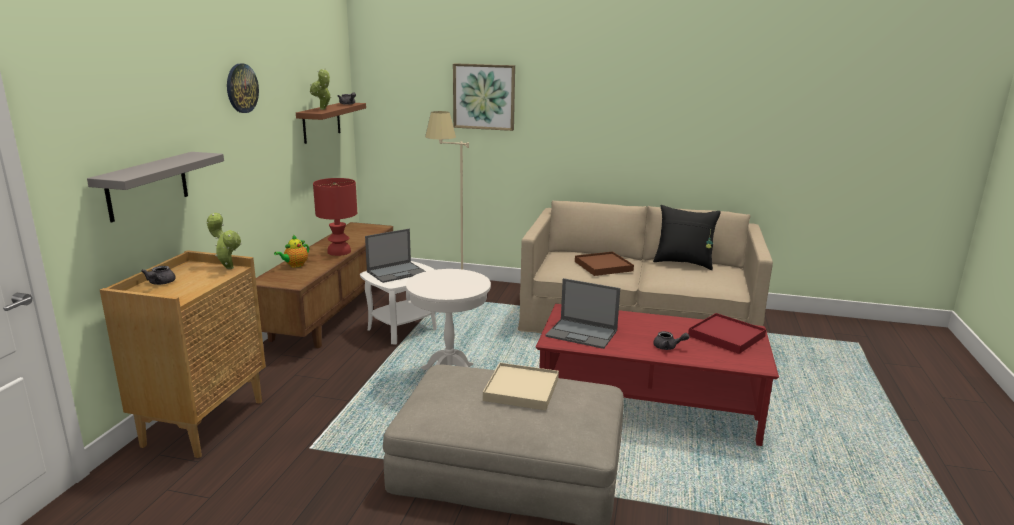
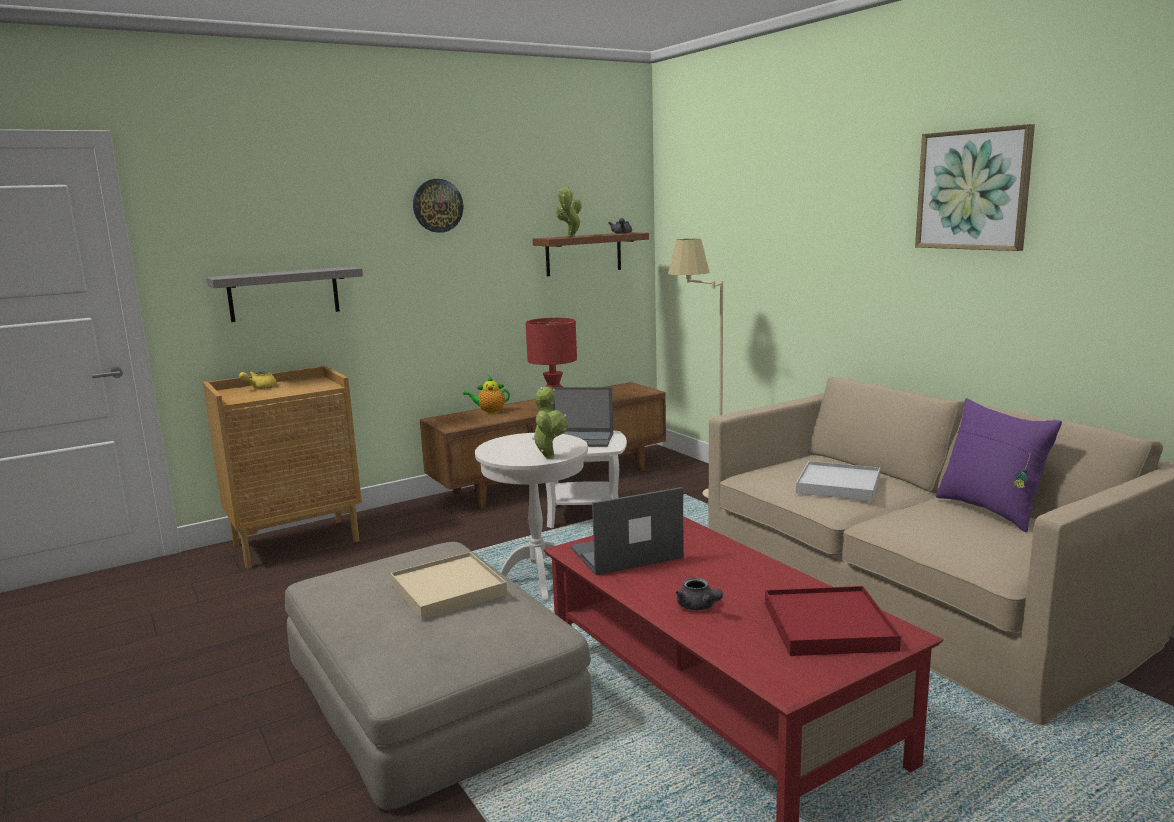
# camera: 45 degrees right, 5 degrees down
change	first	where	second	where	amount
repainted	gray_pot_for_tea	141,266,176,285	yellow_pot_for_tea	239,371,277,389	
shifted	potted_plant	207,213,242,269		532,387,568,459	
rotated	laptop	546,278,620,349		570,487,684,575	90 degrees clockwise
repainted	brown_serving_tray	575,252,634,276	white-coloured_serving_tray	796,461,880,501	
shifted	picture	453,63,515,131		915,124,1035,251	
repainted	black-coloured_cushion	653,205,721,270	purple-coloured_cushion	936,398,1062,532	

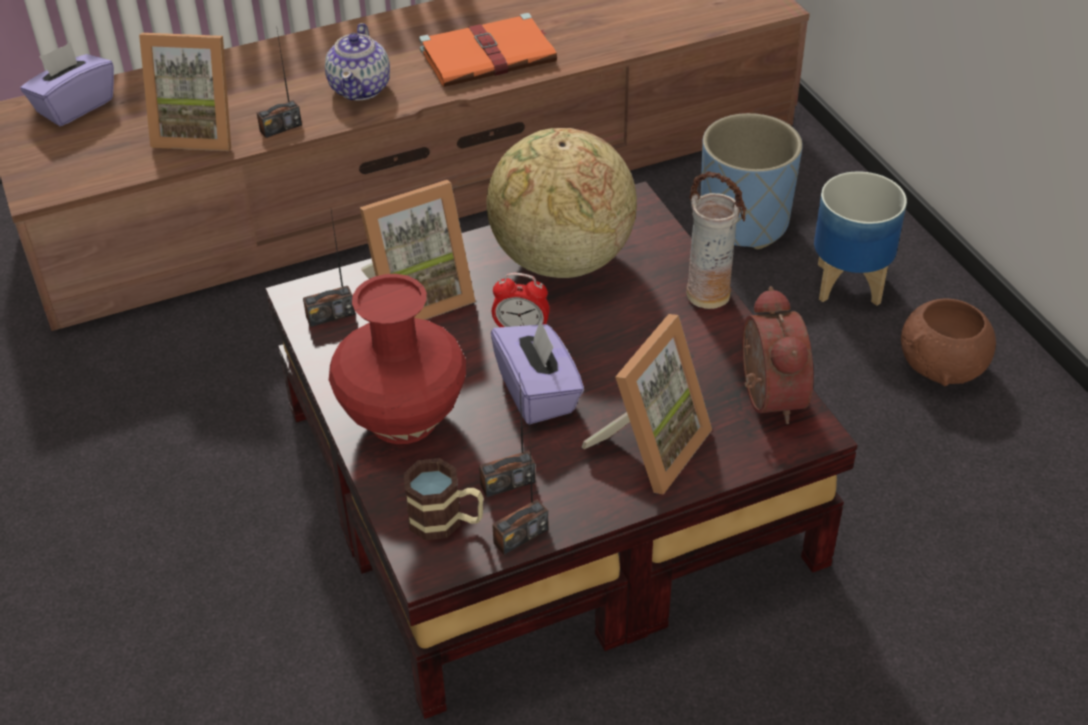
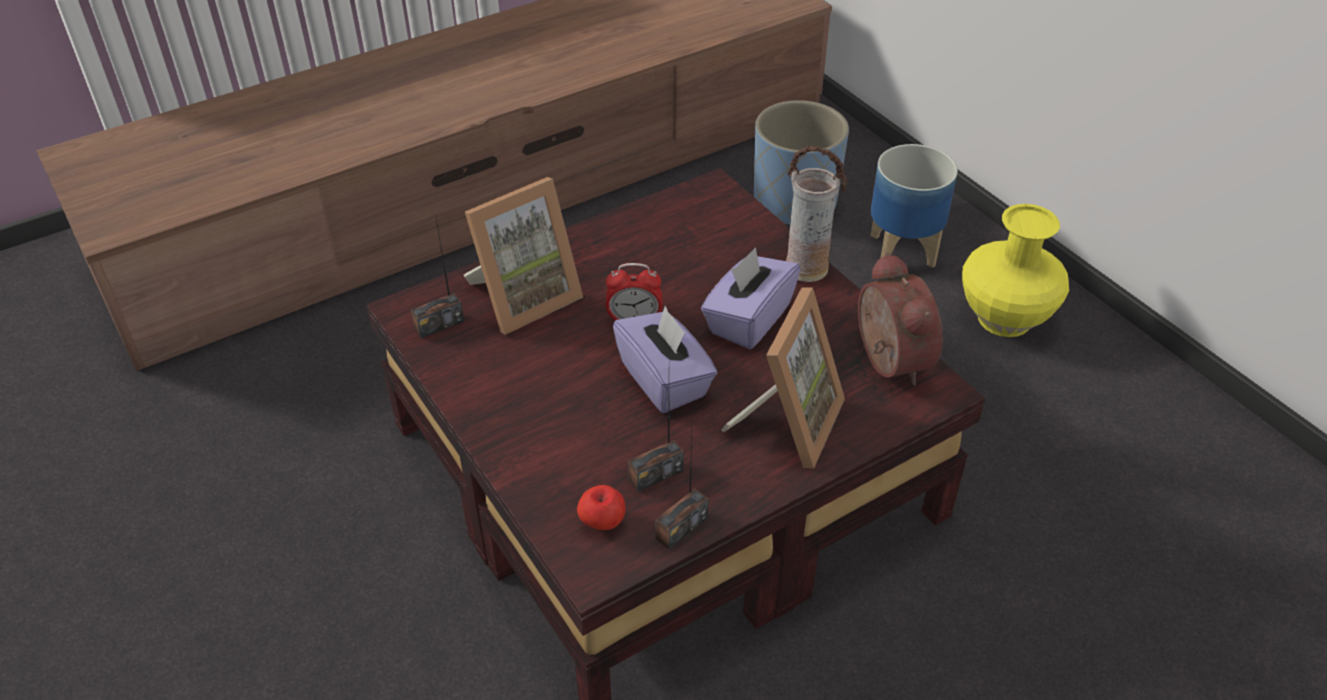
# camera: 10 degrees left, 0 degrees up
change	first	where	second	where	amount
swapped	tea_mug	404,458,484,540	whole_apple	577,485,626,530	
shifted	purple-coloured_tissue_holder	20,42,114,126		701,247,800,349	
swapped	brown_serving_bowl	901,299,996,386	yellow_flower_vase	962,204,1069,337	
gone	standing_frame	139,33,231,151			
gone	radio_receiver	257,30,302,138			
gone	pot_for_tea	325,23,390,100			
gone	red_flower_vase	329,274,466,444			
gone	orange-coloured_bound_book	419,13,557,87			
gone	world_globe	487,128,637,278			

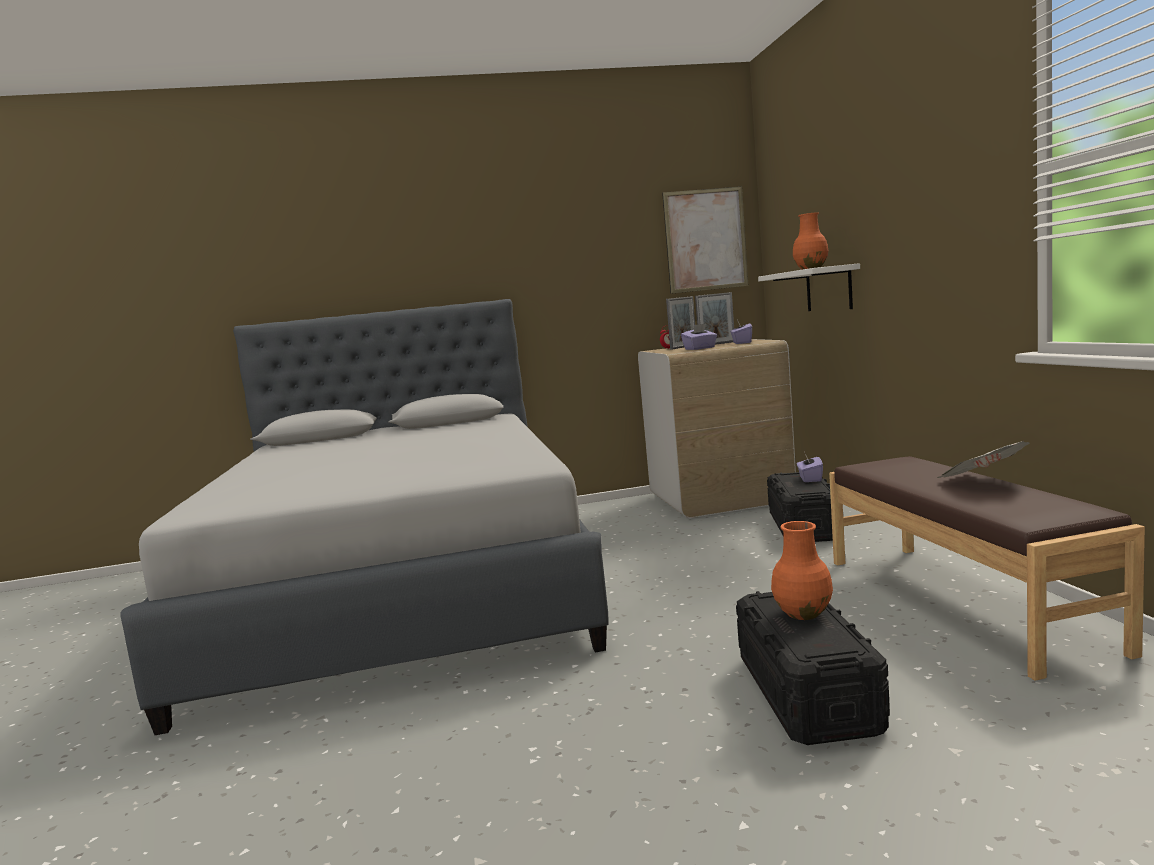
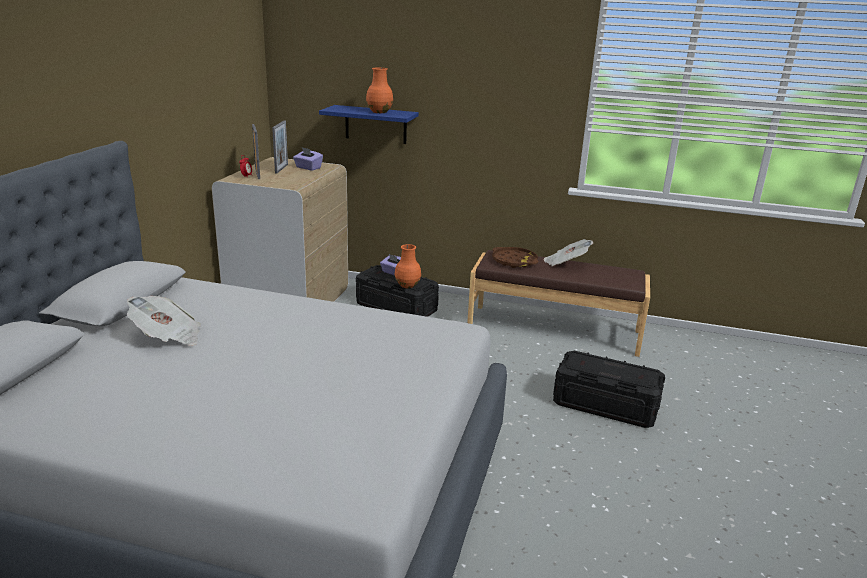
# camera: 65 degrees left, 15 degrees up
change	first	where	second	where	amount
new			printed_paper	127,296,201,346	
repainted	white-coloured_bracket_shelf	758,263,860,311	blue-coloured_bracket_shelf	319,105,419,144	
shifted	orange-coloured_flower_vase	771,521,833,620		395,244,421,288	
new			brown_serving_tray	492,247,538,268	
gone	picture	662,186,748,294			
gone	purple-coloured_tissue_holder	681,323,717,350			

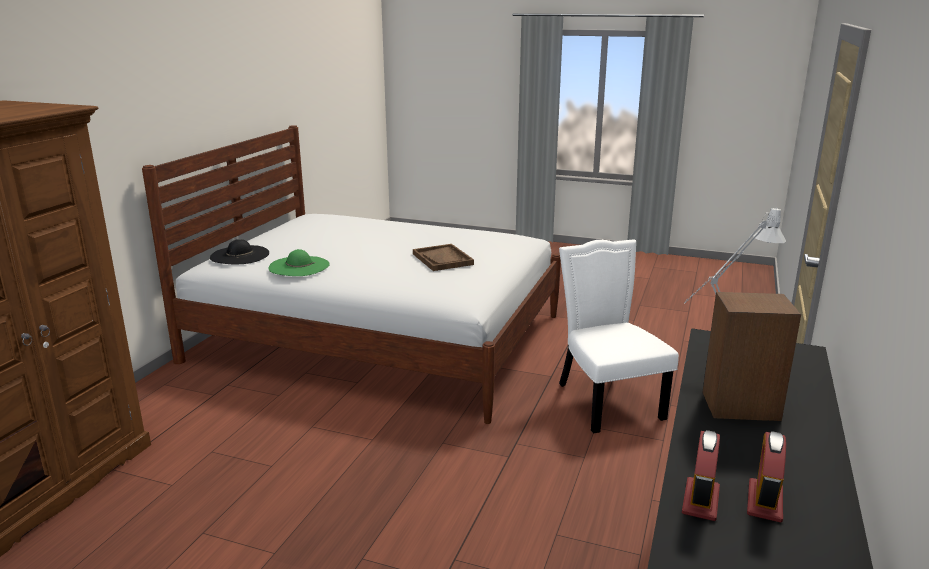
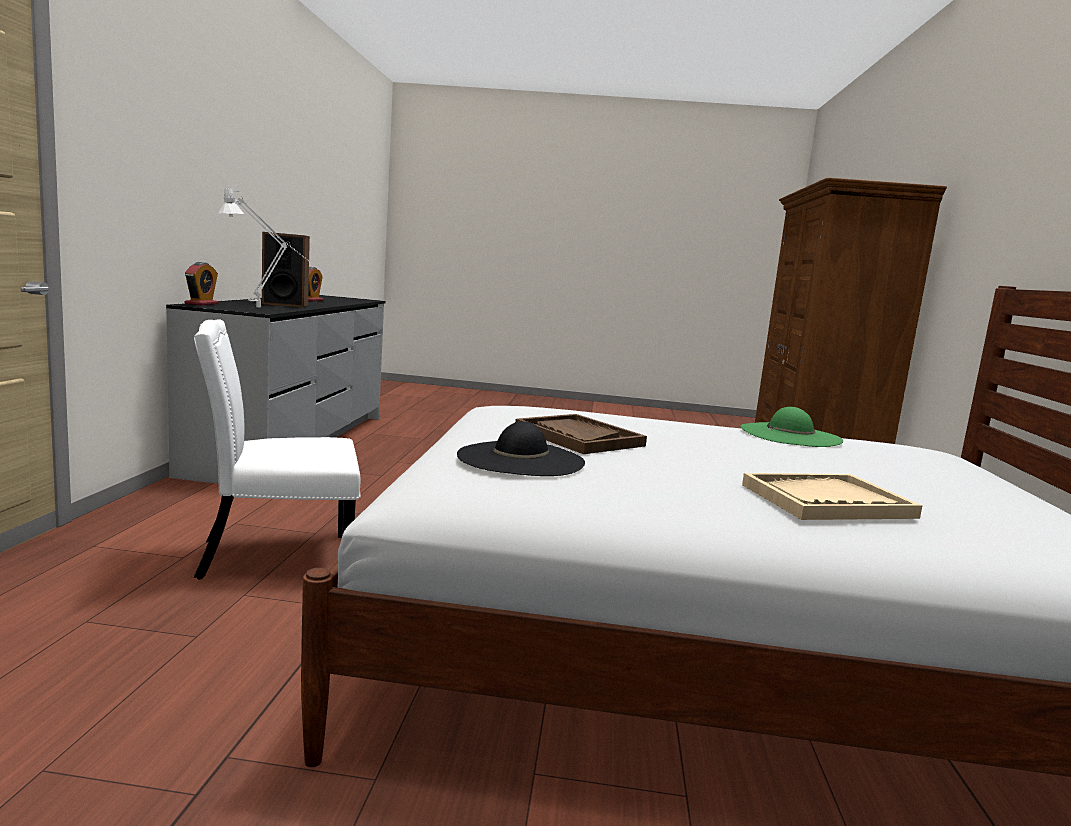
# camera: 165 degrees right, 10 degrees down
change	first	where	second	where	amount
shifted	alarm_clock	682,430,720,521		185,262,219,305	
rotated	white-coloured_upright_chair	559,239,679,433		194,319,361,579	105 degrees clockwise
shifted	black-coloured_clothing_hat	210,239,269,264		457,421,585,476	
new			beige-coloured_serving_tray	742,473,923,520	

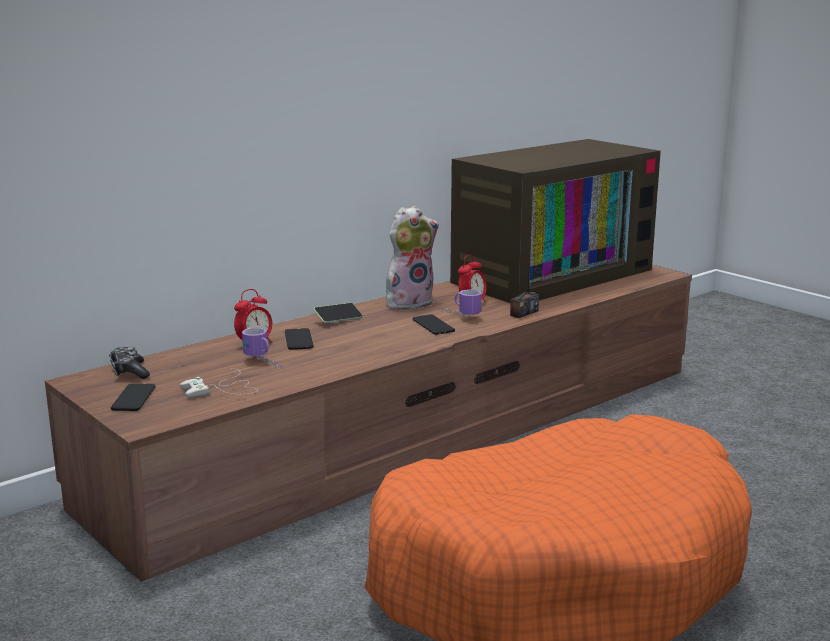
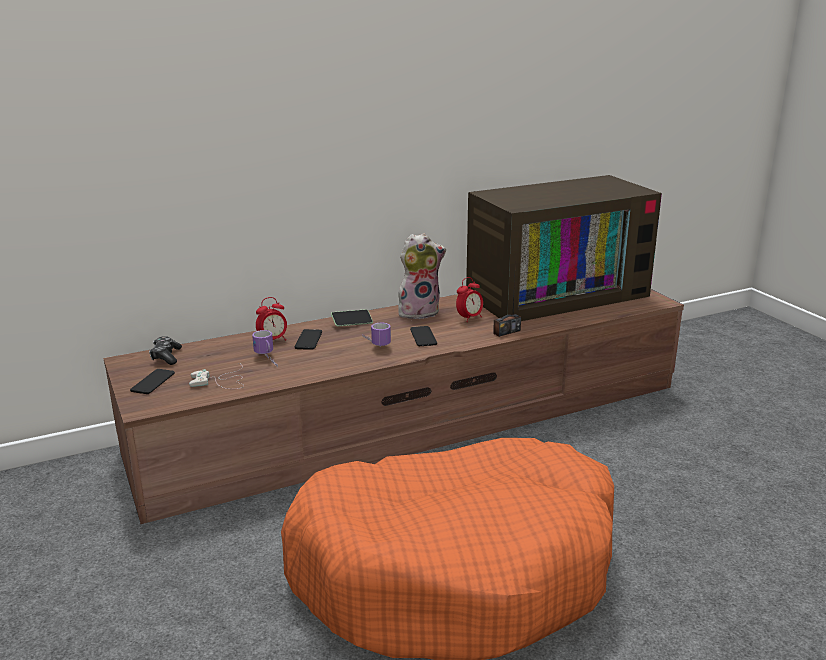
# camera: 15 degrees right, 5 degrees up
change	first	where	second	where	amount
shifted	tea_mug	439,289,482,317		362,323,391,347	

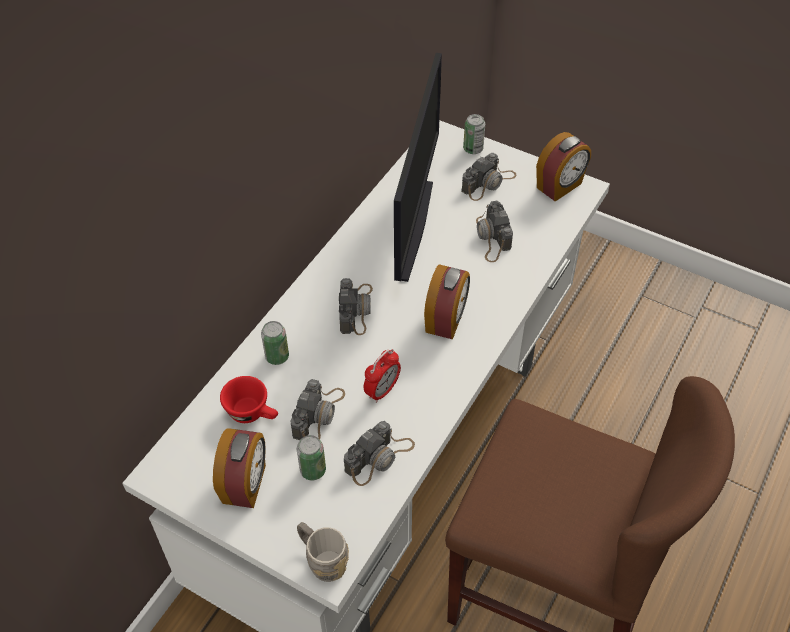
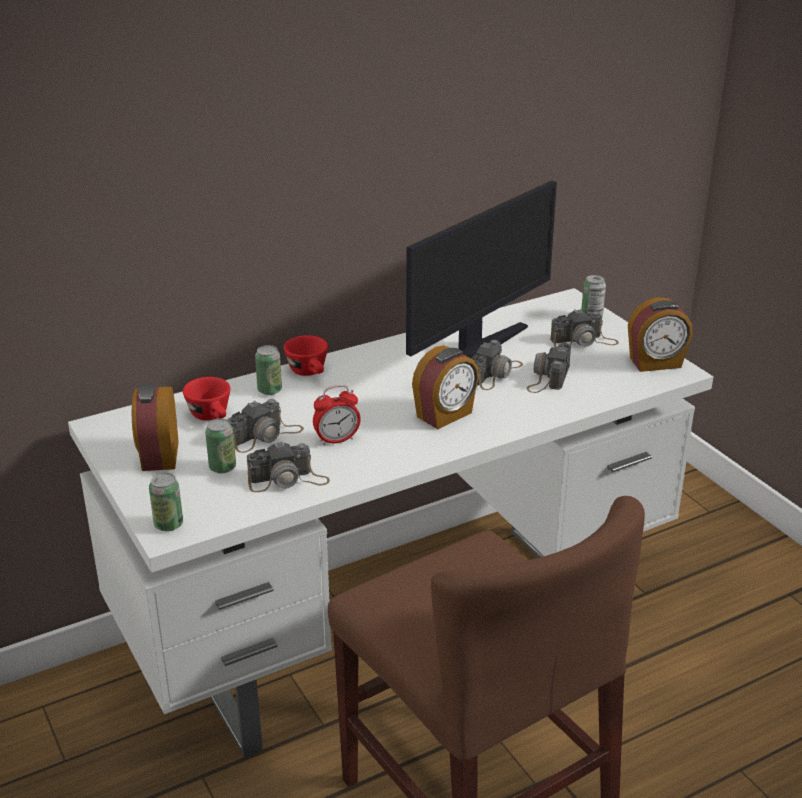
# camera: 30 degrees right, 20 degrees down
change	first	where	second	where	amount
rotated	alarm_clock	213,428,266,508		132,384,179,471	135 degrees clockwise
swapped	gray_tea_mug	297,522,349,582	metal_can	149,473,183,531	
new			red_small_cup	284,335,328,376	
shifted	photo_camera	339,278,373,335		471,340,523,390	

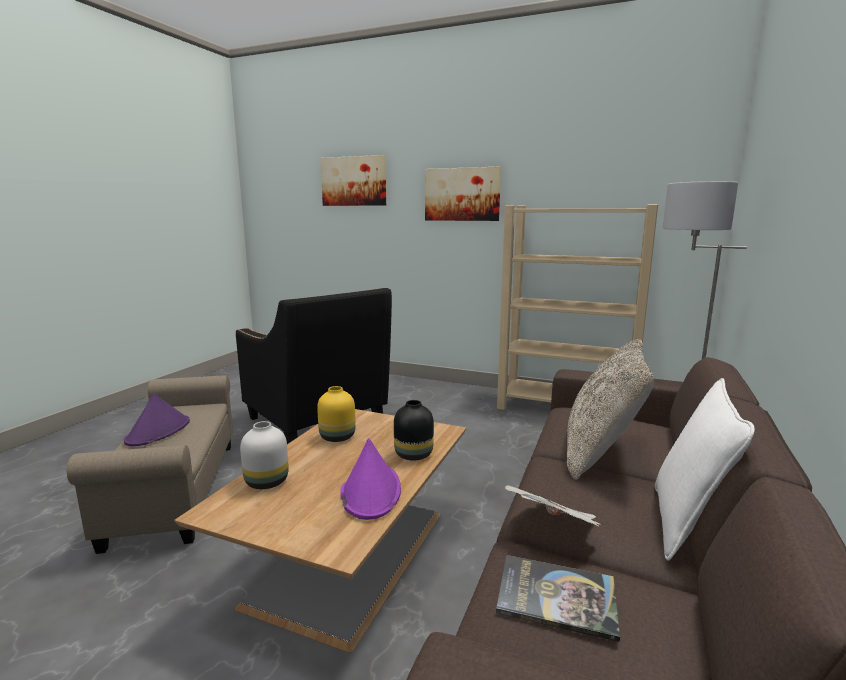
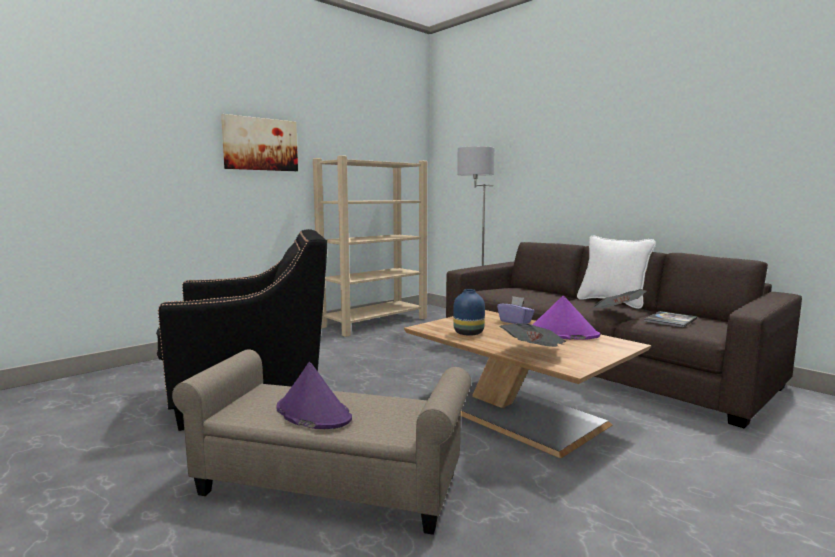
# camera: 65 degrees left, 5 degrees down
change	first	where	second	where	amount
repainted	yellow_flower_vase	317,386,356,442	blue-coloured_flower_vase	453,289,485,336	
swapped	black-coloured_flower_vase	394,400,434,461	purple-coloured_tissue_holder	497,296,535,324	
swapped	white-coloured_flower_vase	240,421,289,489	printed_paper	499,324,565,347	
gone	picture	320,155,386,206			
gone	beige-coloured_cushion	567,339,655,480			

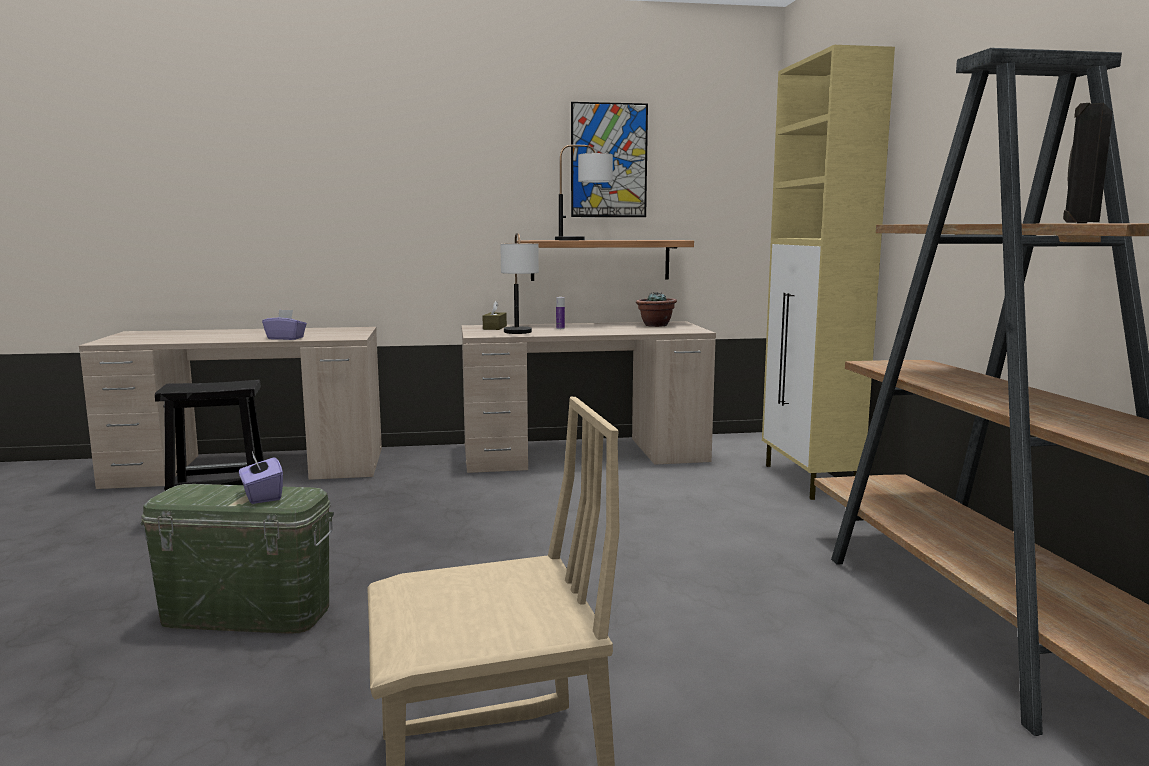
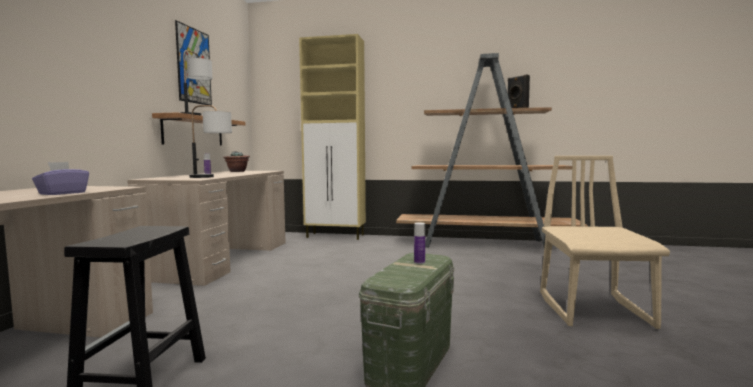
# camera: 70 degrees left, 5 degrees down
change	first	where	second	where	amount
swapped	purple-coloured_tissue_holder	239,451,283,504	bottle	414,223,425,264	
gone	brown_tissue_holder	483,301,507,330			

